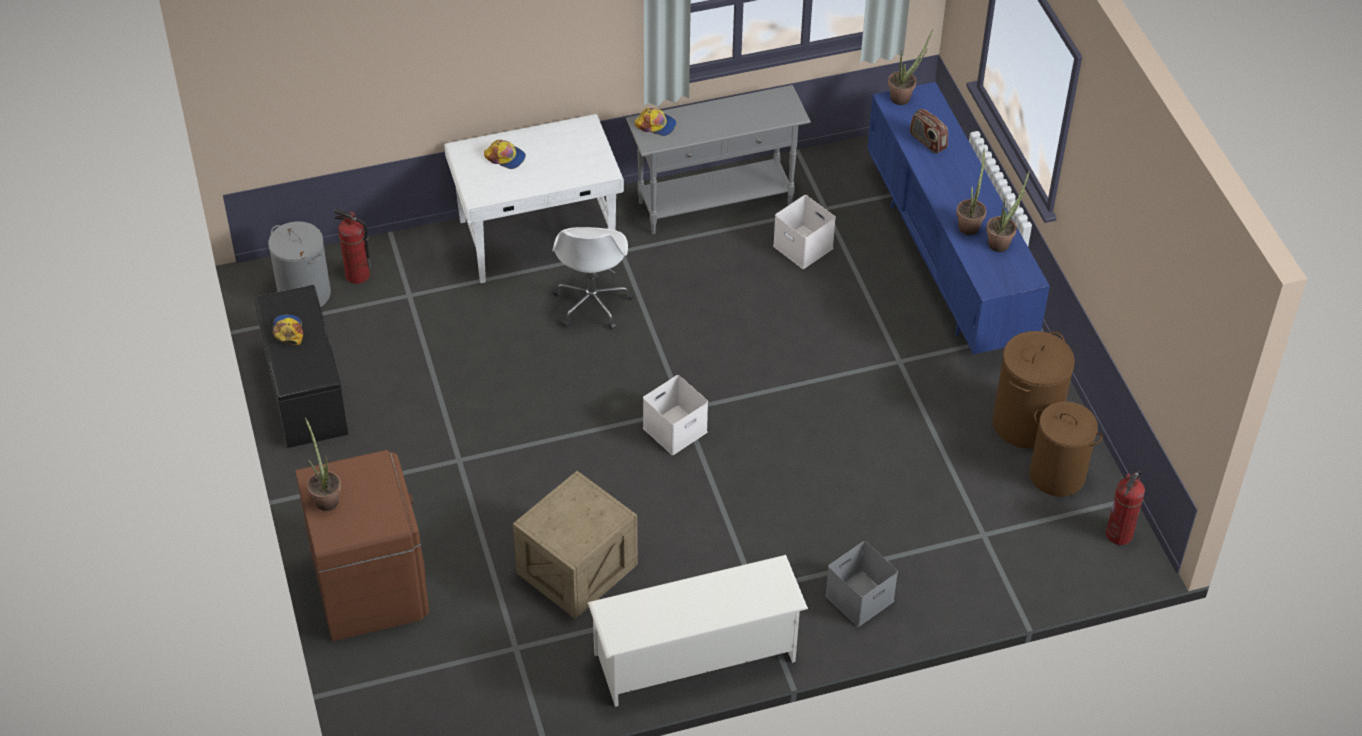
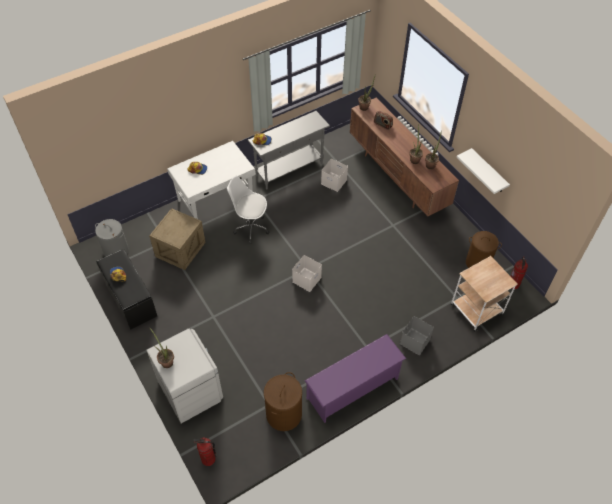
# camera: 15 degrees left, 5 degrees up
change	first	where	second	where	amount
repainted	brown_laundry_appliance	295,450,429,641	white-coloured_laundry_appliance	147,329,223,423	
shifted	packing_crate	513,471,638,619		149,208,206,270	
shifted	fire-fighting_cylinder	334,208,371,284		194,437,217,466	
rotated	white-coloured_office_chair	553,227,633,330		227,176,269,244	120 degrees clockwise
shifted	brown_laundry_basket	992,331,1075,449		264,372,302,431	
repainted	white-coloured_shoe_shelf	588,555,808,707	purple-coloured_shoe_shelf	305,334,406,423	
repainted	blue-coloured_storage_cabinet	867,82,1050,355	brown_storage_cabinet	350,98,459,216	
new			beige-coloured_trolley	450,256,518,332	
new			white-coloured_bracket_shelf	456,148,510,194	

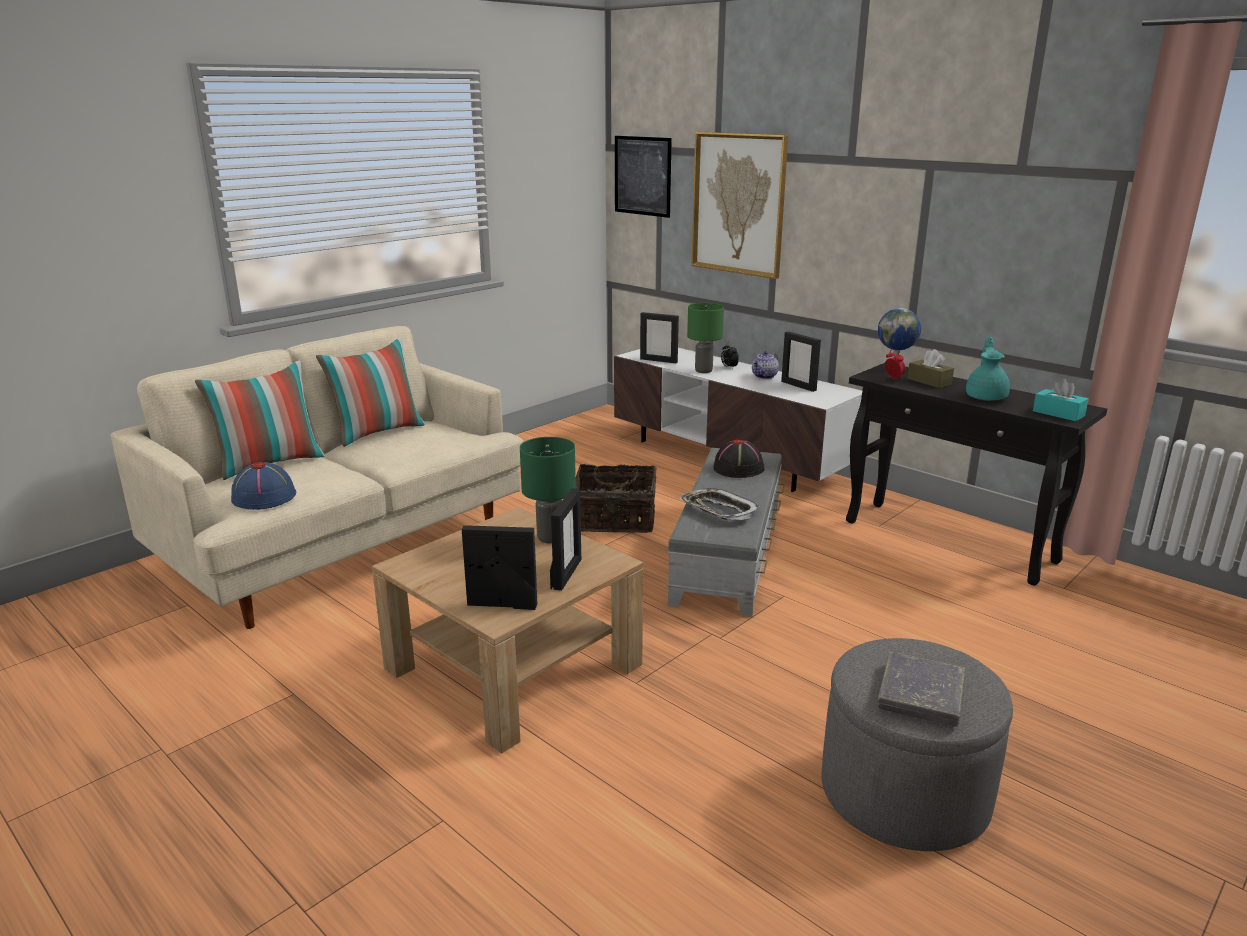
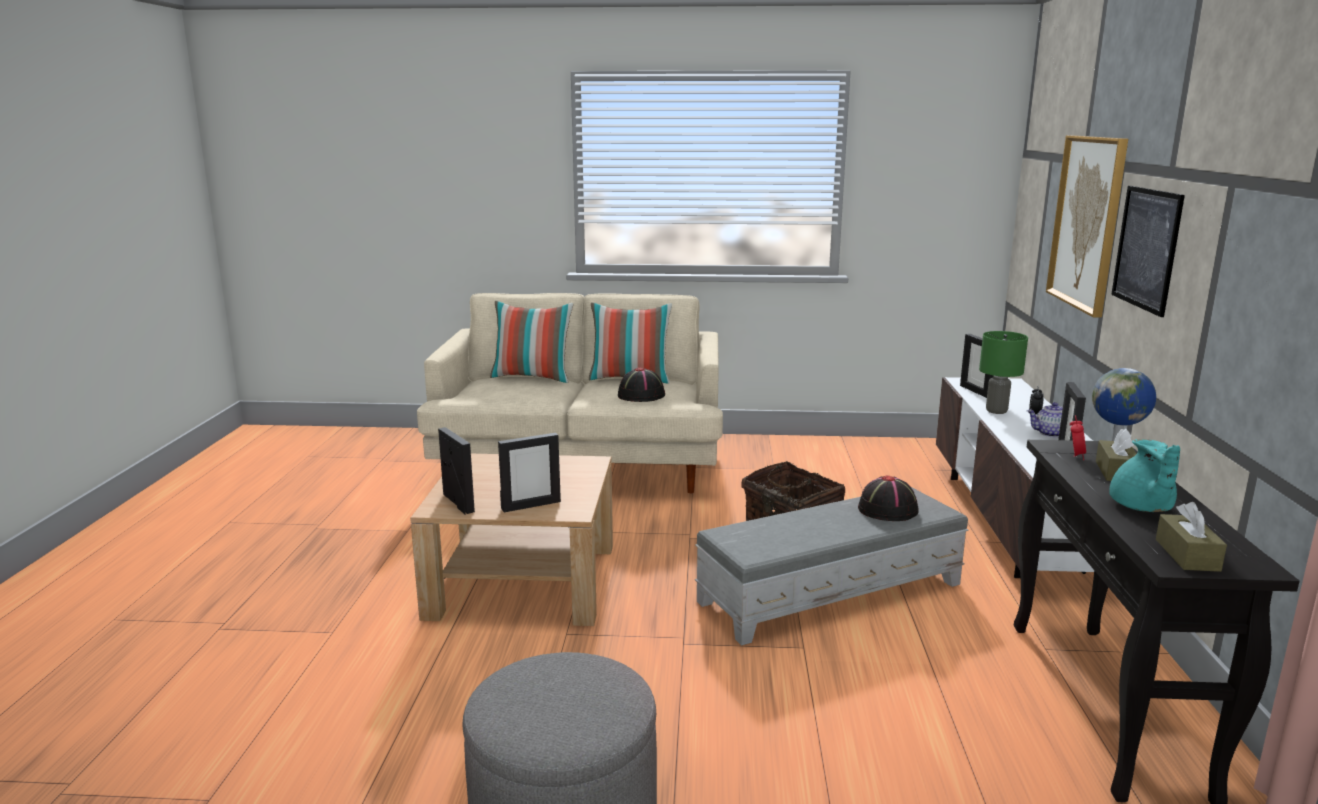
# camera: 50 degrees right, 5 degrees down
change	first	where	second	where	amount
new			black-coloured_clothing_hat	618,367,665,402	
rotated	blue-green_pot_for_tea	966,336,1010,401		1109,439,1180,512	120 degrees clockwise
shifted	picture	615,136,672,218		1111,186,1185,317	
repainted	blue-green_tissue_holder	1033,379,1089,421	brown_tissue_holder	1156,502,1227,572	
gone	blue-coloured_clothing_hat	231,462,296,510			
gone	green-coloured_table_lamp	520,437,576,543			
gone	serving_tray	680,488,760,520			
gone	gray_bound_book	877,651,965,727			

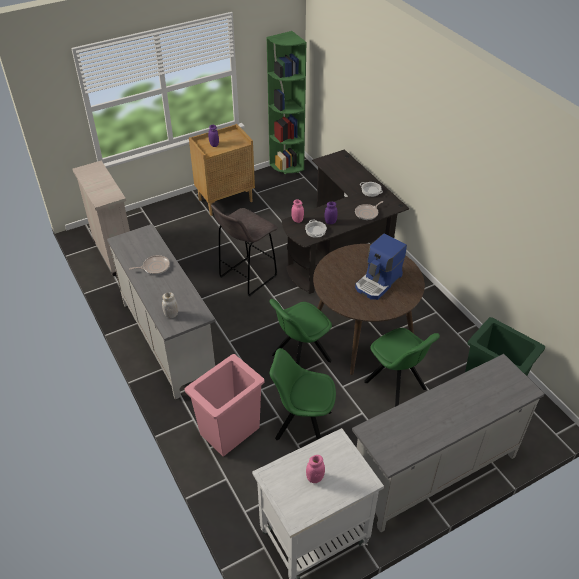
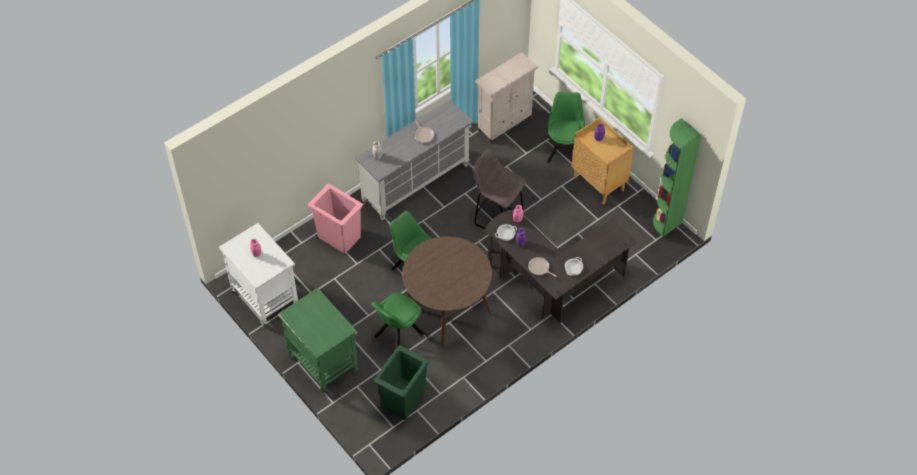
# camera: 80 degrees right, 10 degrees up
change	first	where	second	where	amount
swapped	gray_dresser	352,354,544,532	green-coloured_trolley	278,288,358,394	
shifted	green-coloured_upright_chair	270,348,336,440		547,92,585,163	
gone	coffee_maker	355,233,407,300			

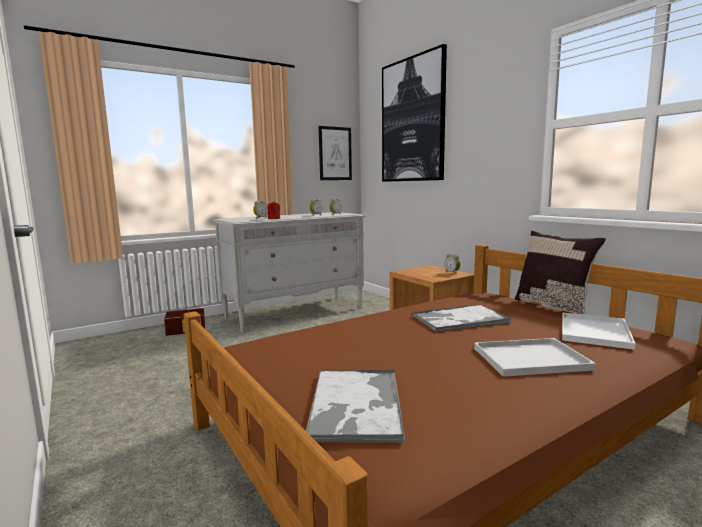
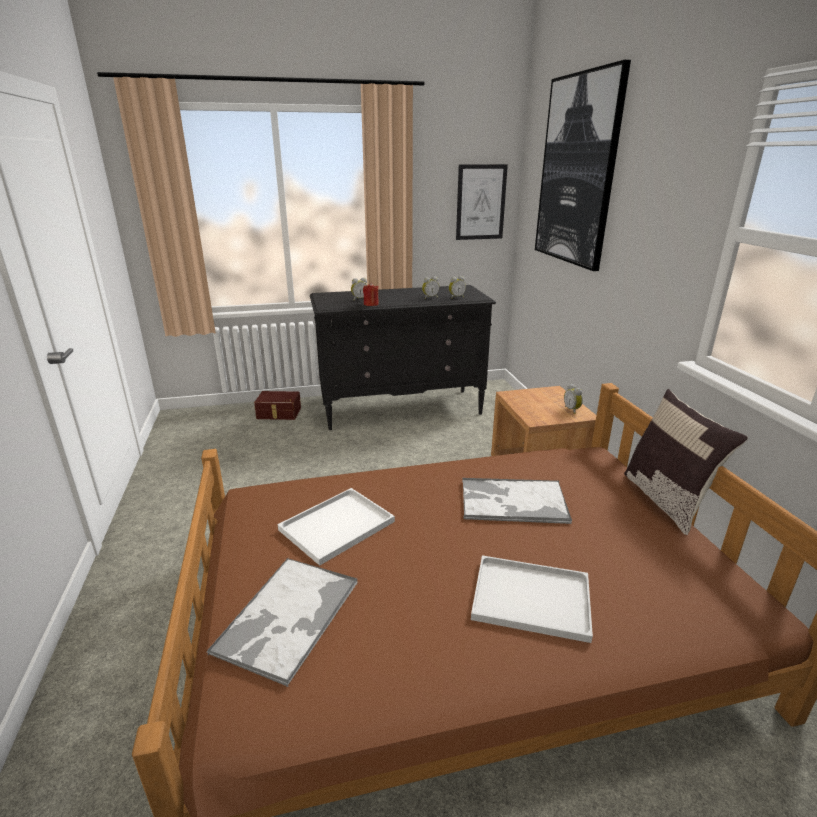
# camera: 20 degrees right, 15 degrees up
change	first	where	second	where	amount
shifted	white-coloured_serving_tray	562,313,636,350		278,488,395,566	
repainted	white-coloured_dresser	212,212,366,333	black-coloured_dresser	310,285,496,430	

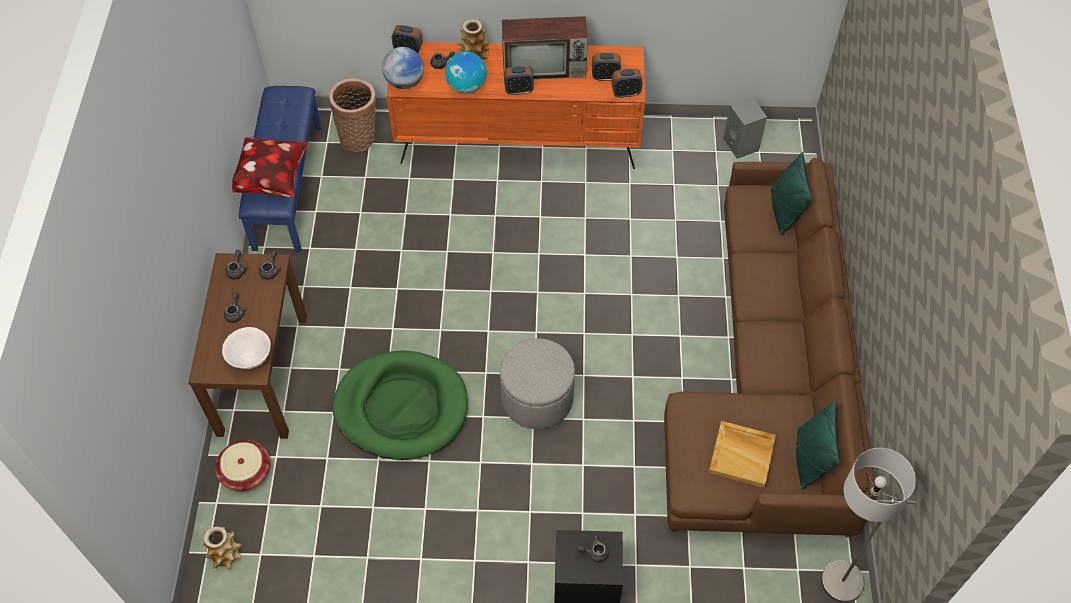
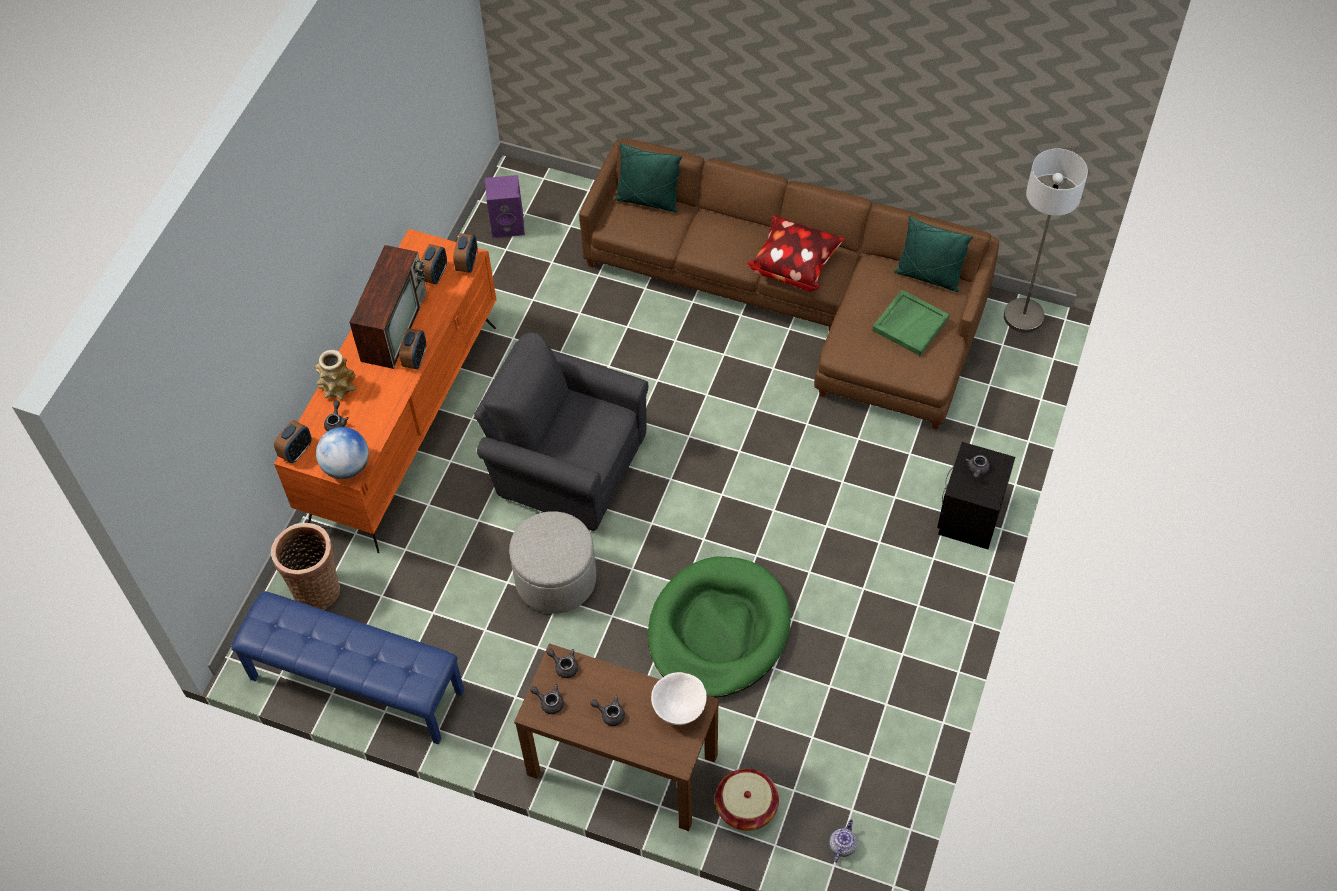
# camera: 70 degrees left, 0 degrees up
change	first	where	second	where	amount
new			gray_lounge_chair	474,332,648,531	
repainted	gray_speaker	723,97,767,159	purple-coloured_speaker	485,175,525,238	
shifted	gray_pouffe	500,338,575,429		509,511,596,614	
shifted	cushion	232,137,308,197		747,215,845,292	
swapped	flower_vase	203,526,242,569	pot_for_tea	829,819,857,863	
repainted	beige-coloured_serving_tray	709,421,776,488	green-coloured_serving_tray	872,290,949,356	
gone	world_globe	445,51,487,94			

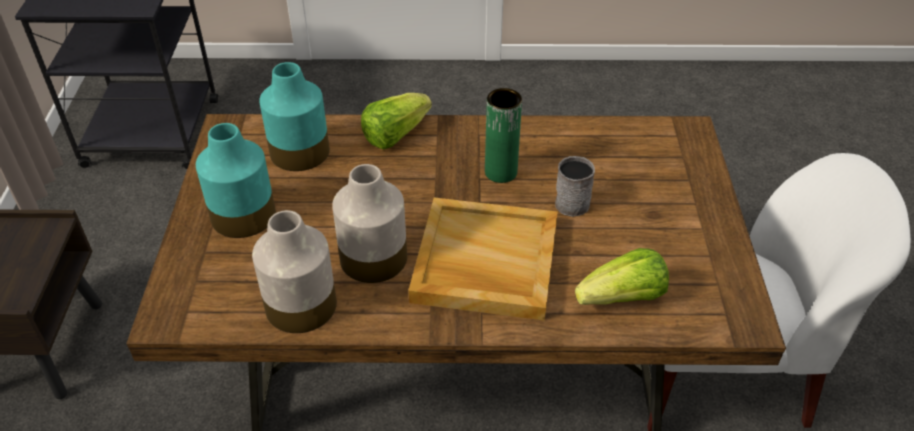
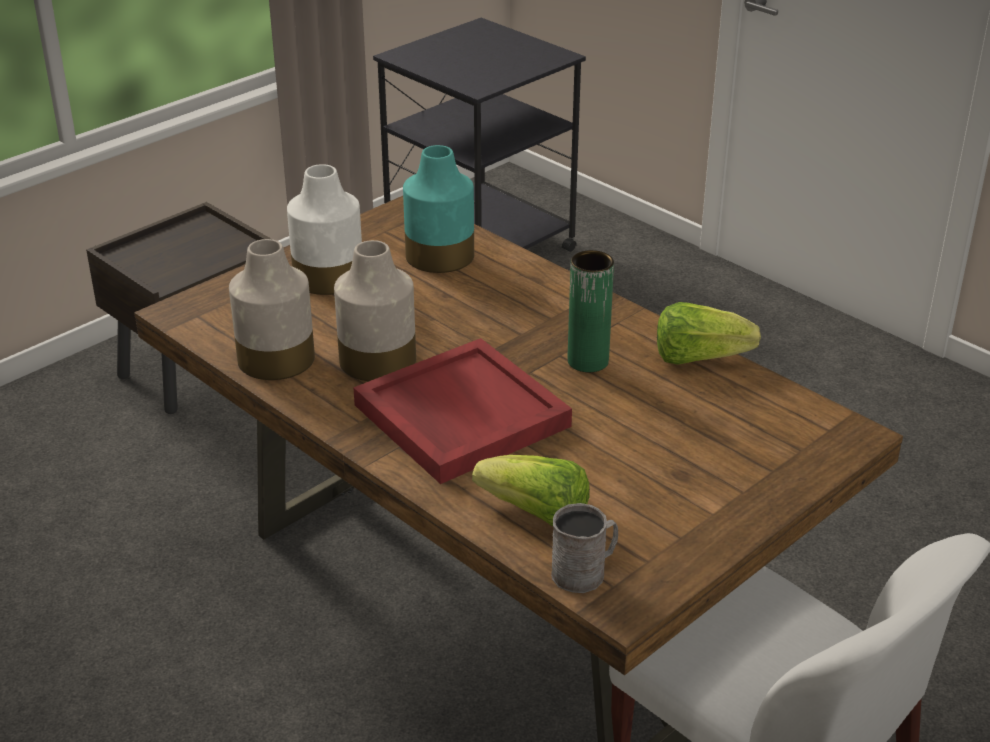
# camera: 45 degrees right, 10 degrees down
change	first	where	second	where	amount
repainted	blue-green_flower_vase	196,123,276,238	white-coloured_flower_vase	287,164,362,295	
repainted	beige-coloured_serving_tray	408,197,558,321	red_serving_tray	353,338,572,484	
shifted	gray_tea_mug	555,156,595,217		551,503,618,593	
shifted	head_of_lettuce	361,93,432,149		657,302,761,365	

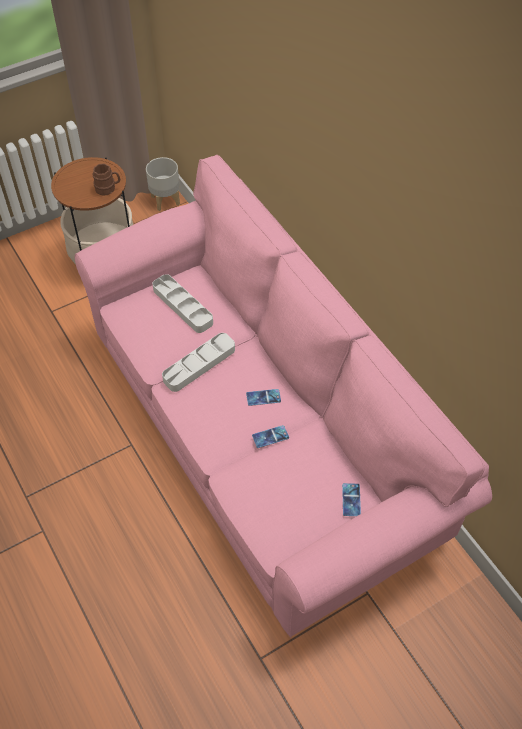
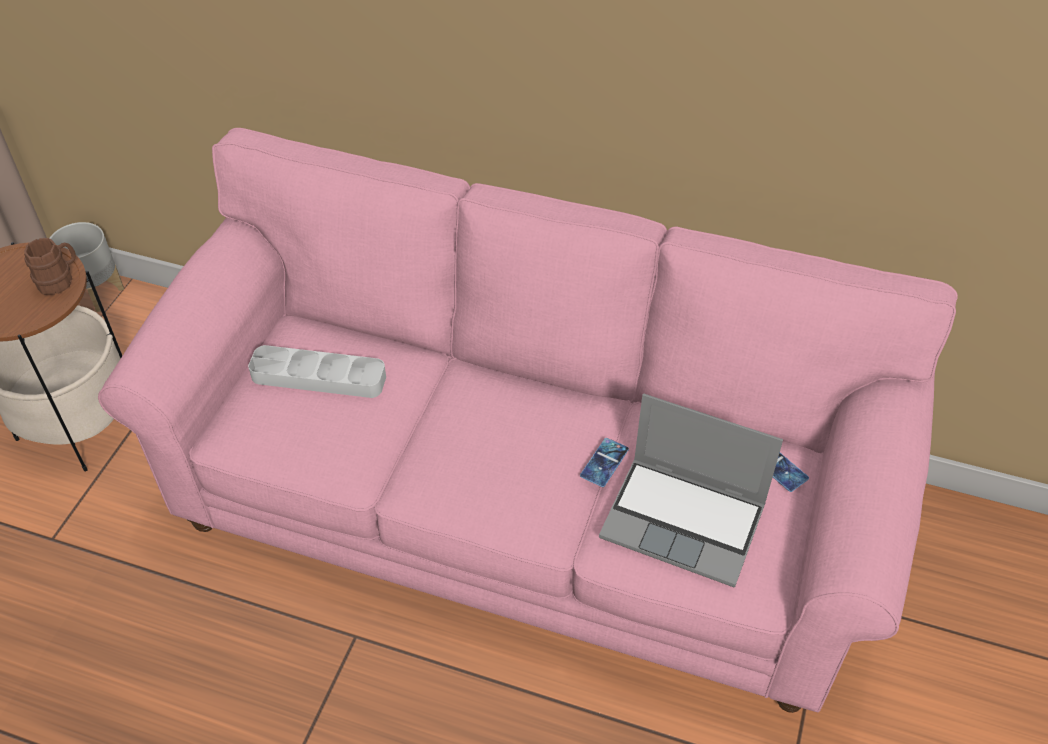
# camera: 40 degrees left, 5 degrees down
change	first	where	second	where	amount
new			laptop	599,394,783,587	
gone	gray_serving_tray	162,333,235,392			
gone	handset	246,389,281,406			

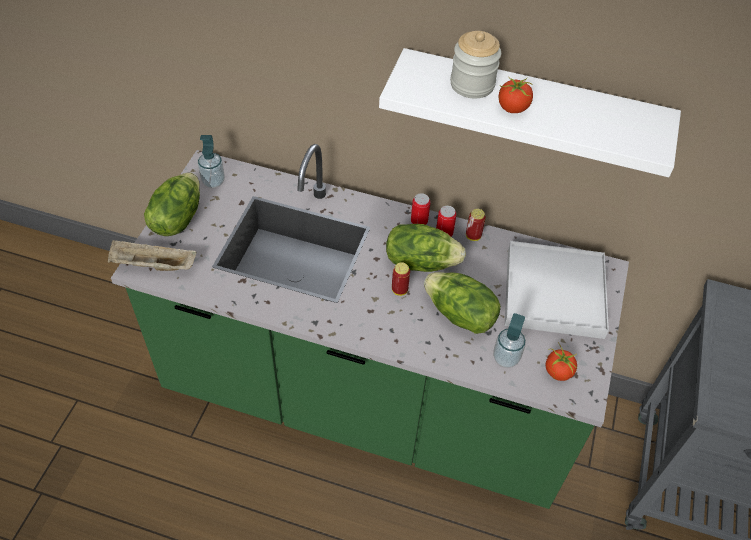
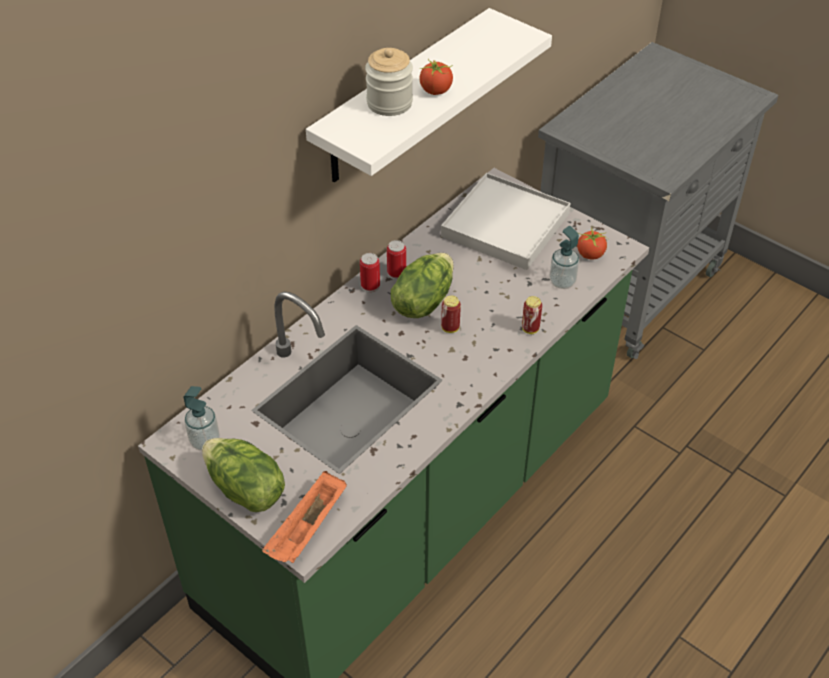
# camera: 65 degrees left, 5 degrees down
change	first	where	second	where	amount
repainted	beige-coloured_serving_tray	108,240,197,271	orange-coloured_serving_tray	262,471,347,563	
shifted	metal_can	466,209,486,241		522,296,542,334	
gone	head_of_lettuce	424,272,501,334			

